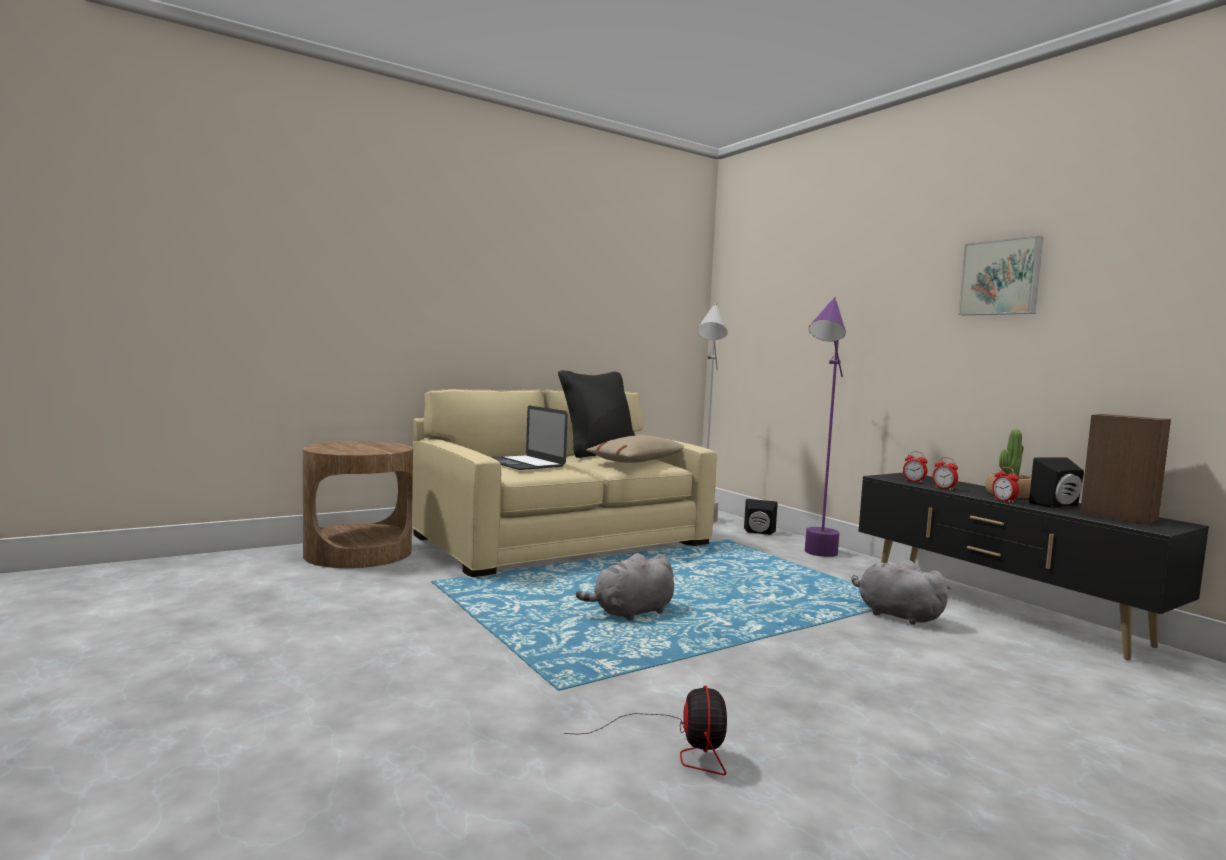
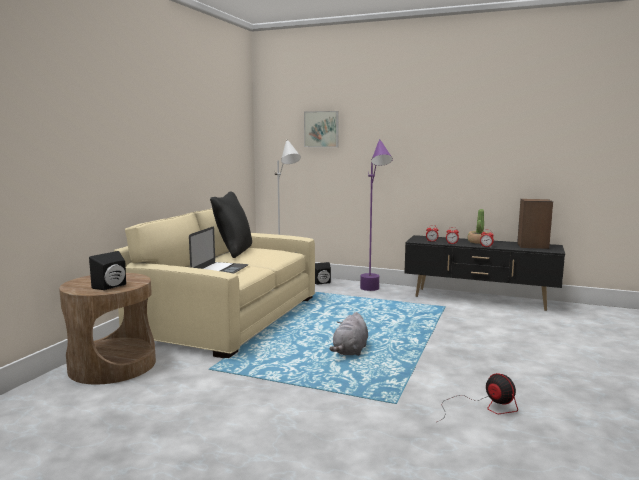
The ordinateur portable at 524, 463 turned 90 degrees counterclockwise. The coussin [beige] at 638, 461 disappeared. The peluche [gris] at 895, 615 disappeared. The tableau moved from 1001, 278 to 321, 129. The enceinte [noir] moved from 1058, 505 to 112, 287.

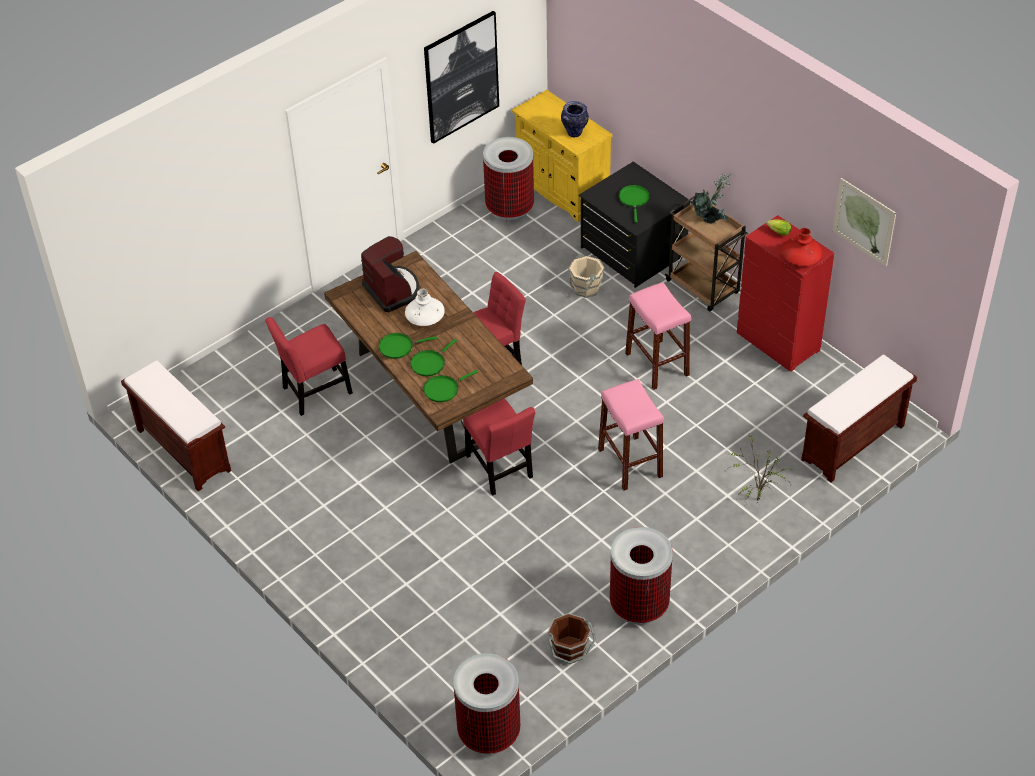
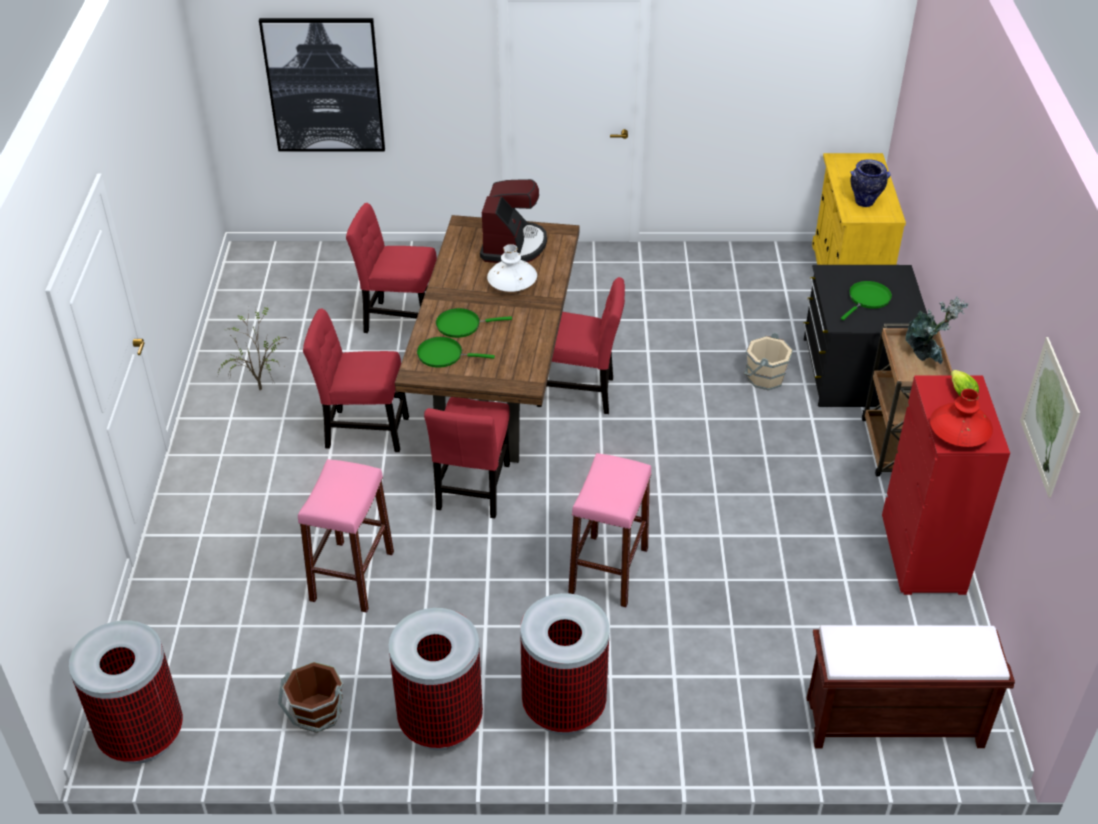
The banc [marron] at 182, 450 disappeared. The poêle [vert] at 399, 347 disappeared. The tableau moved from 461, 77 to 324, 85. The poubelle moved from 509, 208 to 564, 706. The tabouret [rose] moved from 657, 364 to 352, 576. The plante en pot moved from 756, 498 to 259, 387. The chaise [rouge] at 362, 431 appeared.

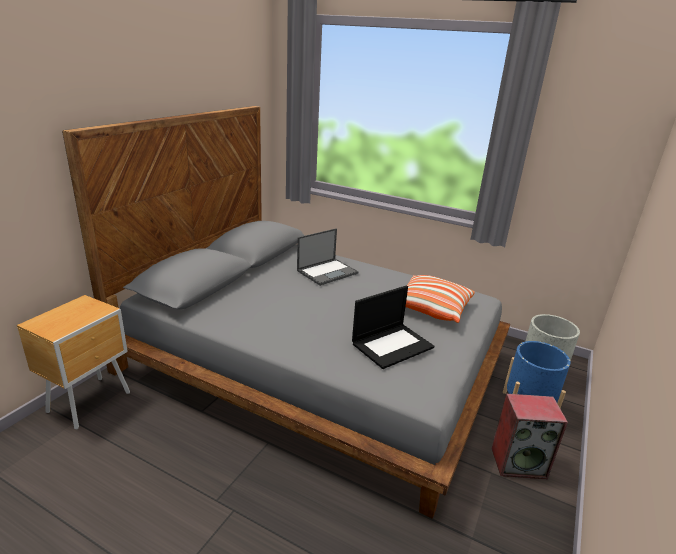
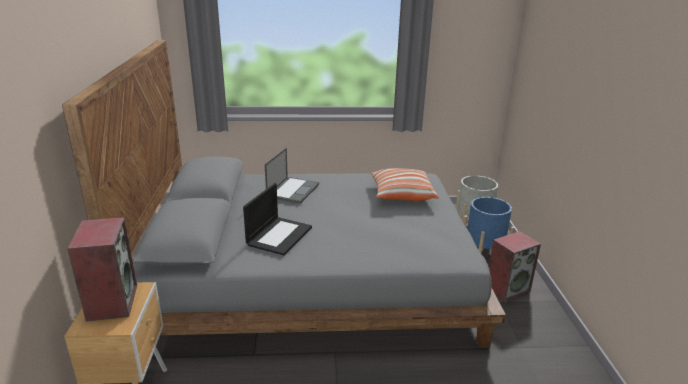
The ordinateur portable moved from 392, 345 to 279, 235. The enceinte at 112, 302 appeared.

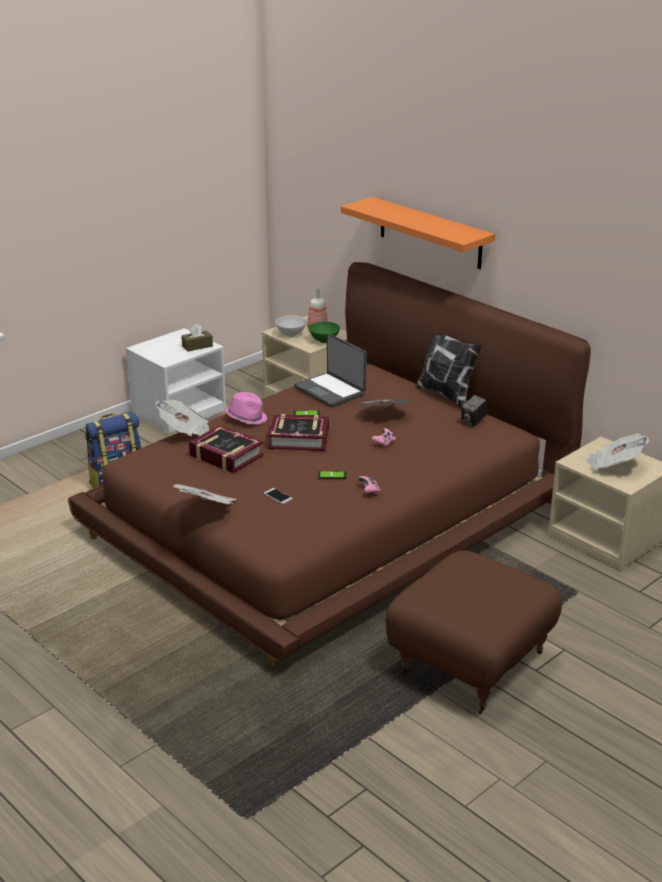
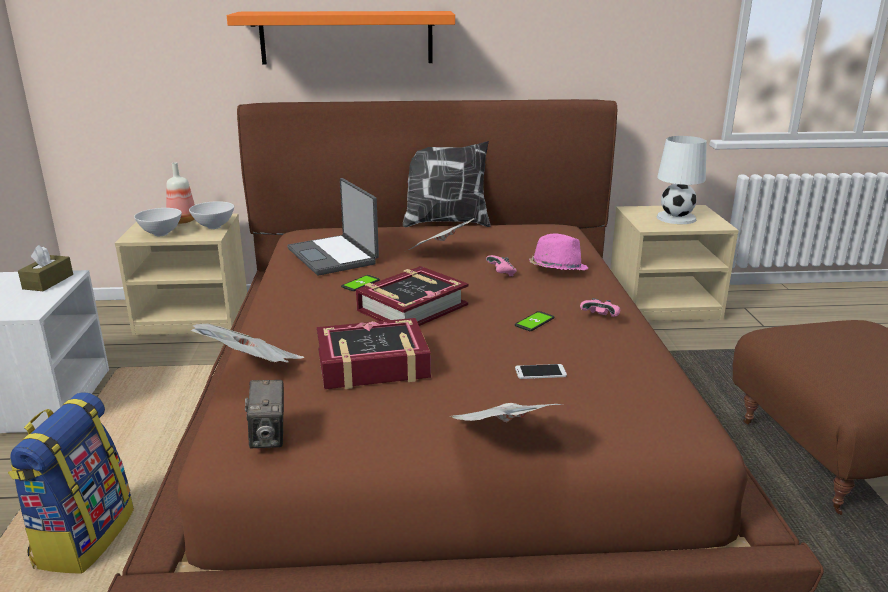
The chapeau [rose] moved from 246, 418 to 557, 269. The ordinateur portable at 330, 390 turned 60 degrees clockwise. The bol [vert] at 324, 341 became the bol [blanc] at 214, 227. The appareil photo moved from 473, 422 to 269, 437. The journal at 613, 465 was replaced by the lampe de table [blanc] at 676, 218.

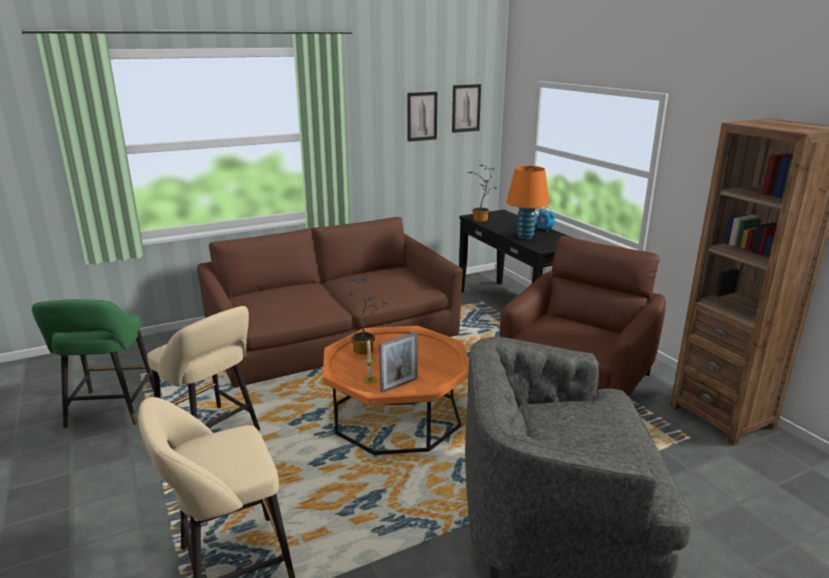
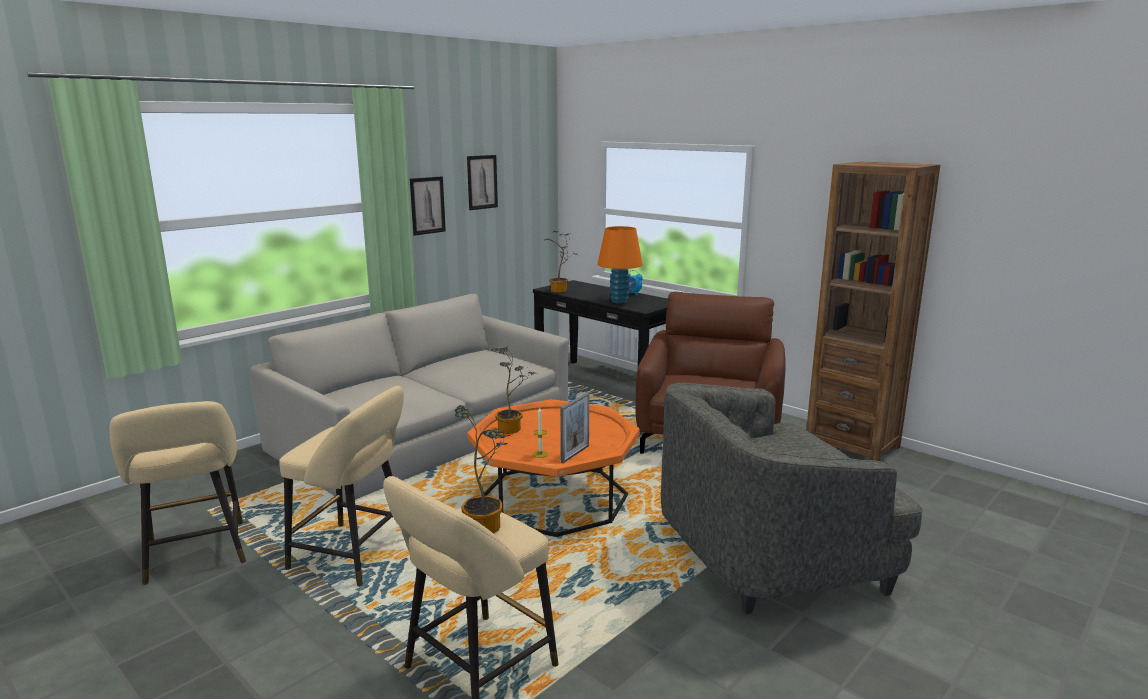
The tabouret [vert] at 110, 411 became the tabouret [beige] at 196, 555. The canapé [marron] at 333, 334 became the canapé [gris] at 424, 433. The tableau moved from 466, 108 to 427, 205. The plante en pot at 487, 525 appeared.

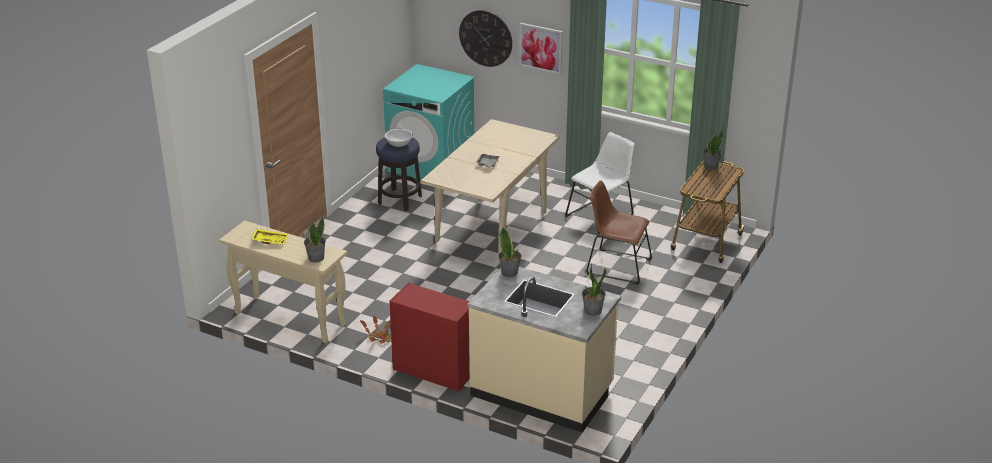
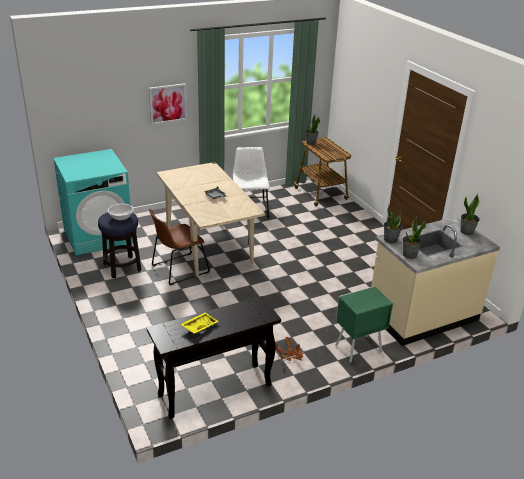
The table console [beige] at 289, 319 became the table console [noir] at 214, 391. The plante en pot moved from 316, 258 to 409, 255. The commode [rouge] at 433, 370 was replaced by the table de chevet [vert] at 357, 349. The horloge murale at 485, 38 disappeared. The chaise [marron] moved from 616, 266 to 178, 269.

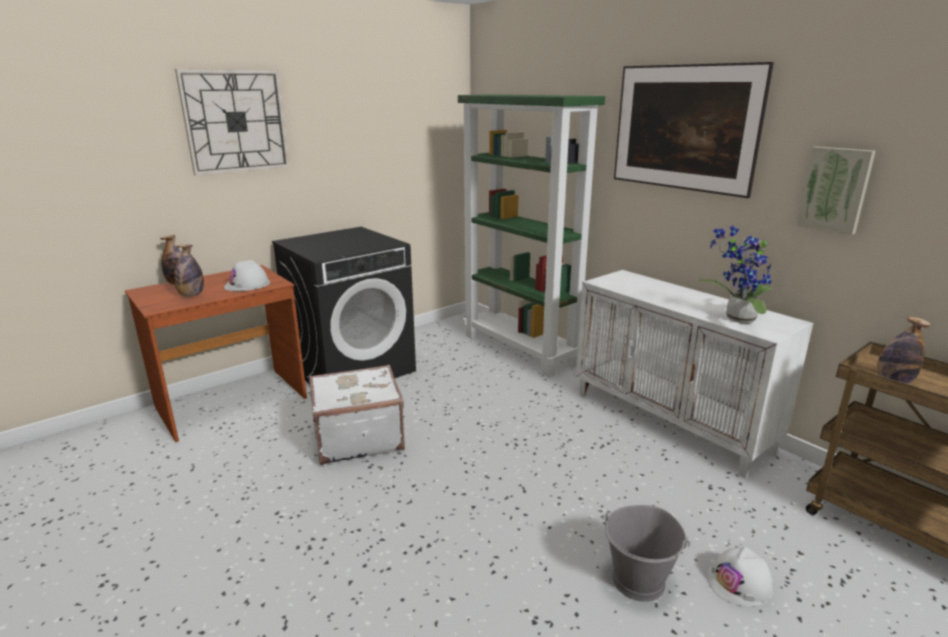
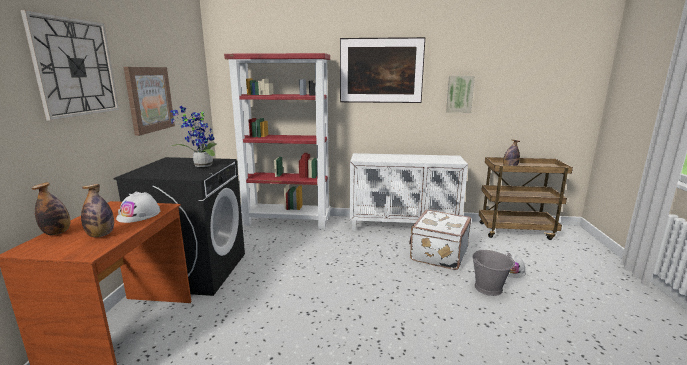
The valise [blanc] moved from 357, 437 to 438, 254. The bibliothèque [vert] at 520, 349 became the bibliothèque [rouge] at 288, 221. The plante en pot moved from 736, 319 to 201, 166. The tableau at 149, 99 appeared.

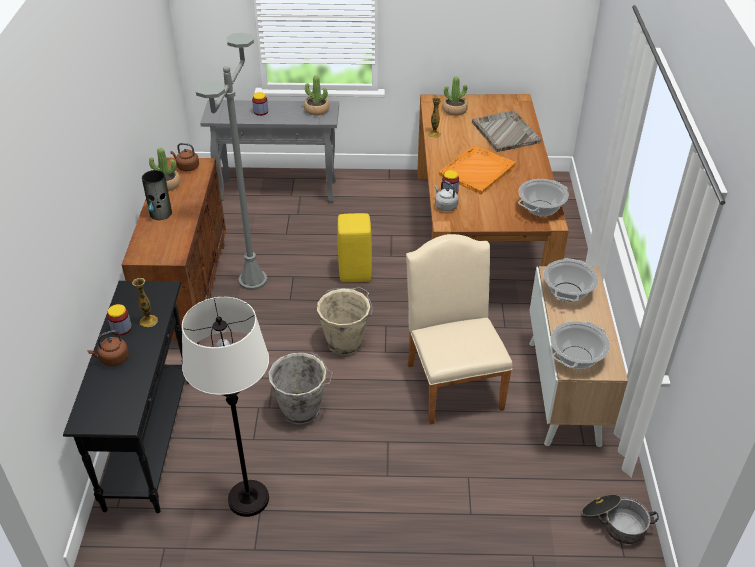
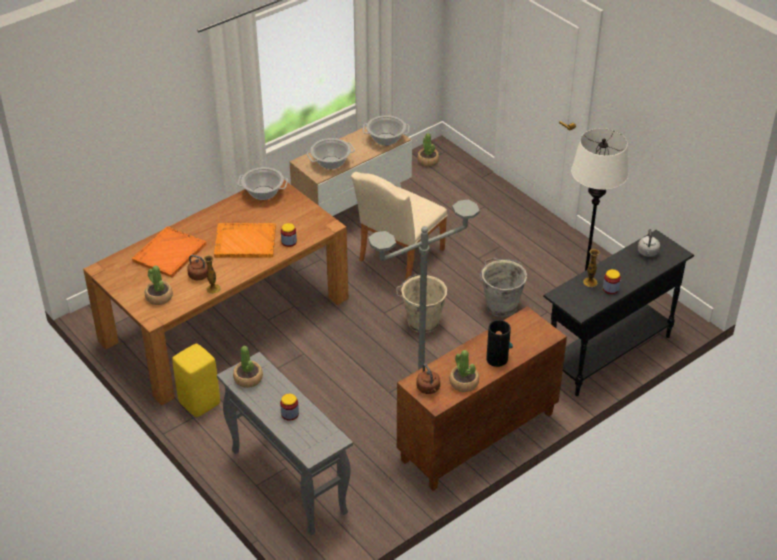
The bouilloire [marron] moved from 113, 359 to 200, 276. The tabouret [jaune] moved from 354, 273 to 199, 404. The bouilloire [gris] moved from 445, 206 to 647, 253. The plateau [gris] at 505, 132 became the plateau [orange] at 169, 253. The marmite at 615, 523 was replaced by the plante en pot at 428, 160.

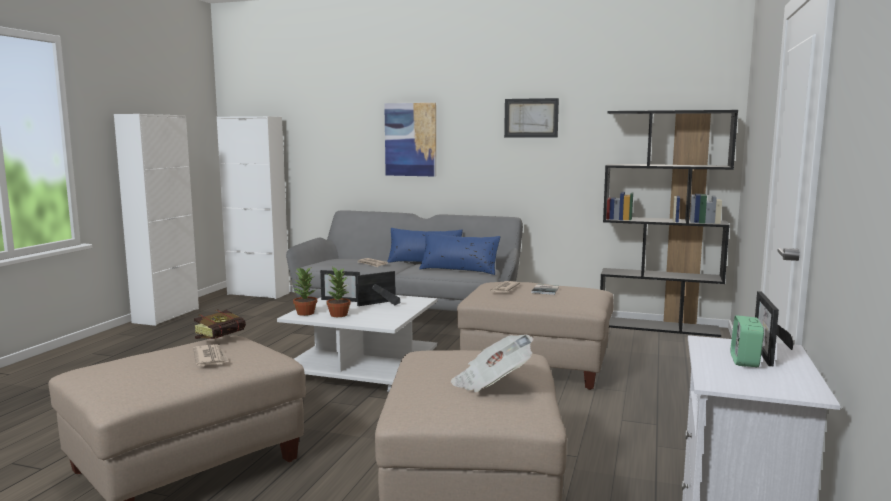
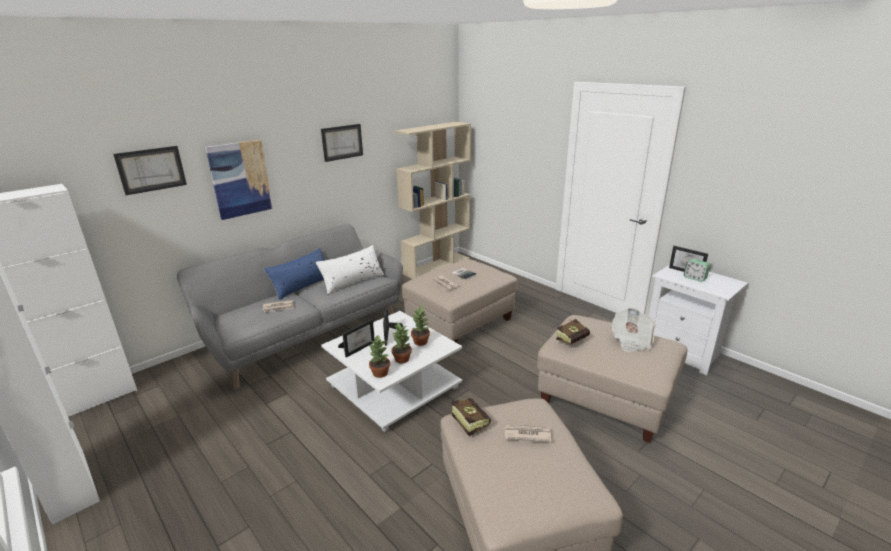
The coussin [bleu] at 459, 270 became the coussin [blanc] at 352, 281. The bibliothèque [noir] at 659, 327 became the bibliothèque [beige] at 437, 266. The tableau at 151, 169 appeared. The plante en pot at 421, 342 appeared. The livre at 574, 340 appeared.

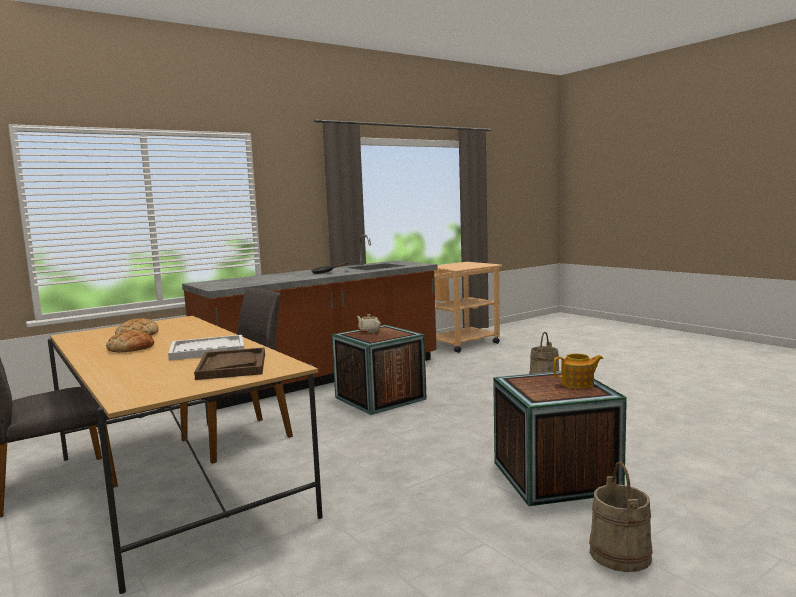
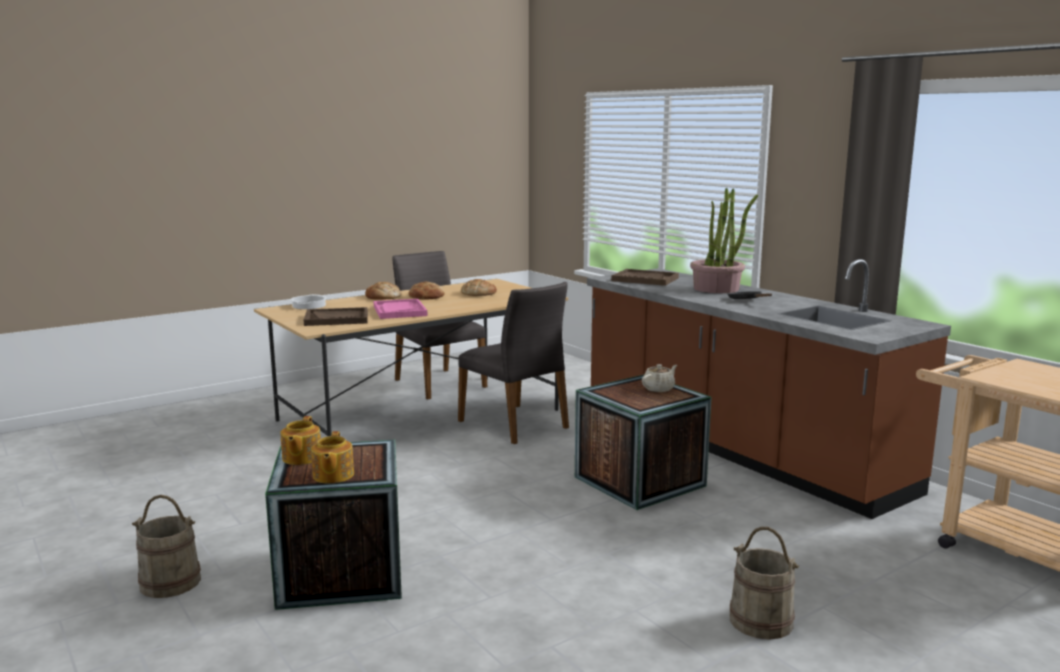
The plateau [blanc] at 207, 350 became the plateau [rose] at 399, 311. The théière at 301, 458 appeared. The marmite at 308, 306 appeared. The pain at 383, 297 appeared. The plateau [marron] at 645, 279 appeared. The plante en pot at 716, 289 appeared.

